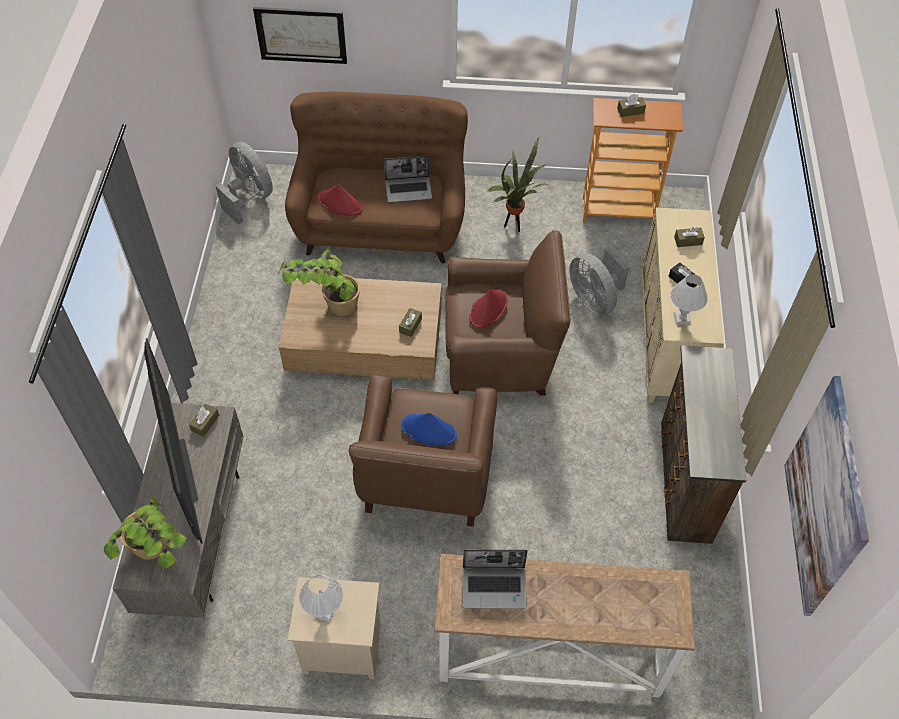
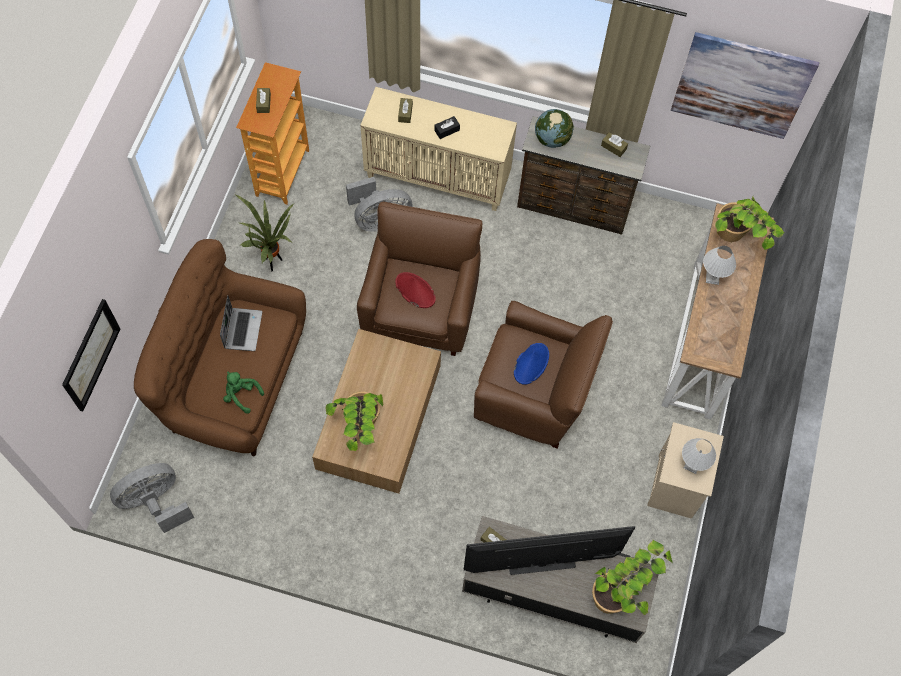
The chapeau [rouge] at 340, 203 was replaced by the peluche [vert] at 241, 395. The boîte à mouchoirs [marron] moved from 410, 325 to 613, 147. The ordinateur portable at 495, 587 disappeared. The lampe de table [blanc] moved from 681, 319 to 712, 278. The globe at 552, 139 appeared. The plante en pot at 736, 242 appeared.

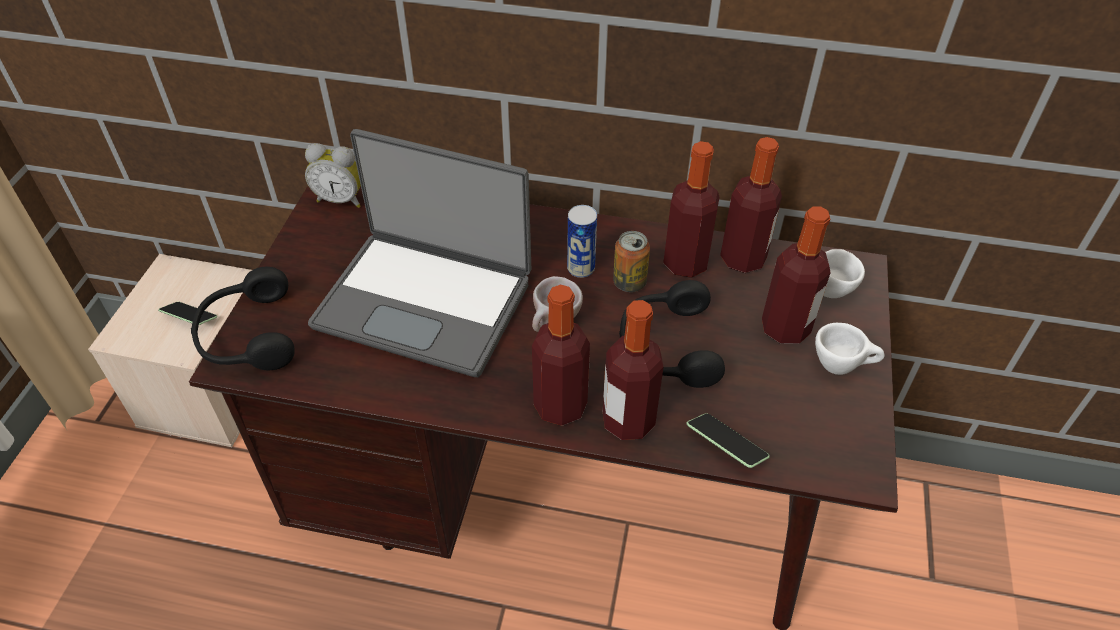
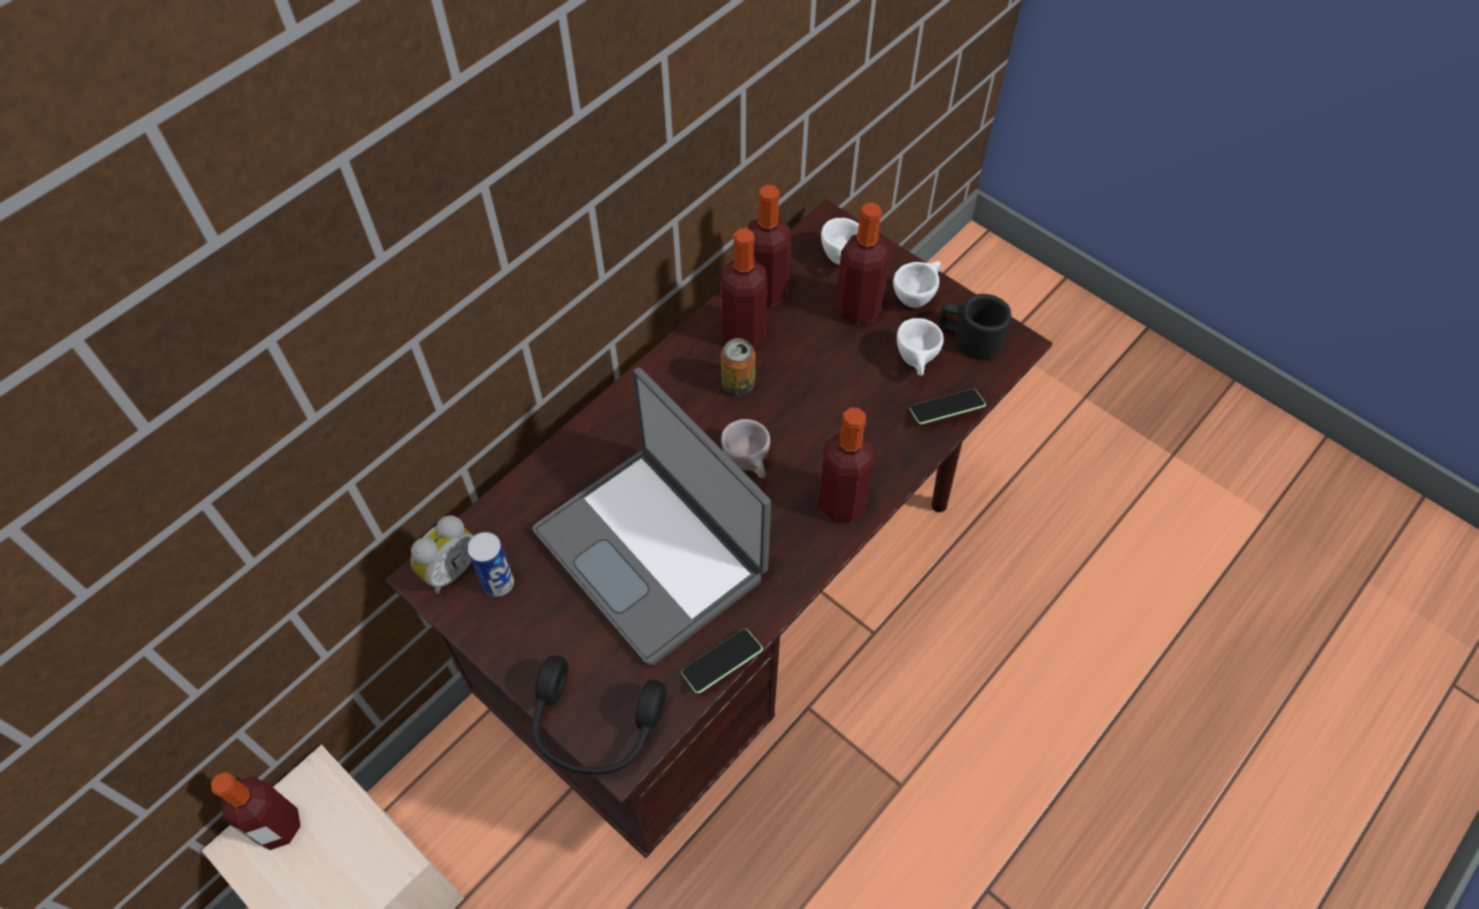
The téléphone moved from 190, 318 to 722, 665. The ordinateur portable at 425, 301 turned 90 degrees clockwise. The boîte métallique moved from 581, 268 to 498, 583. The bouteille moved from 628, 421 to 278, 826. The casque audio [noir] at 666, 347 disappeared. The tasse [blanc] at 917, 363 appeared. The mug [noir] at 969, 338 appeared.

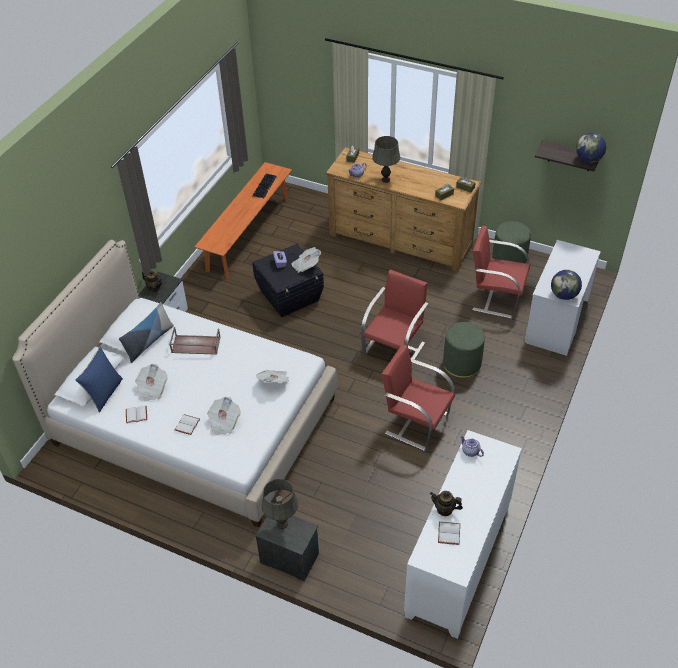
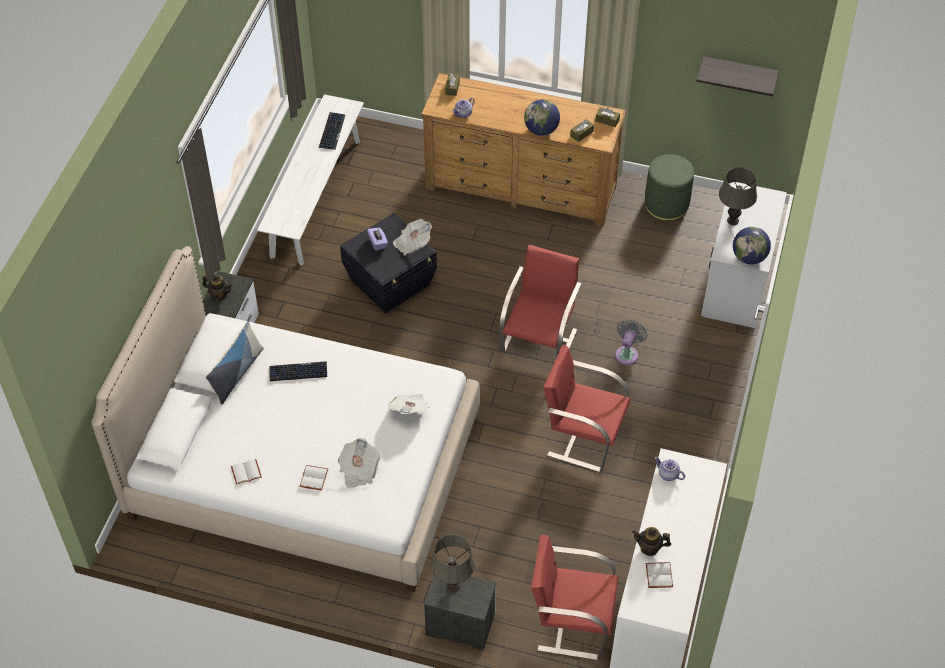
The coussin [bleu] at 104, 393 disappeared. The journal at 152, 389 disappeared. The plateau [marron] at 195, 345 was replaced by the clavier at 298, 372. The banc [orange] at 248, 234 became the banc [blanc] at 316, 197. The lampe de table [gris] moved from 386, 180 to 733, 220. The pouf [vert] at 461, 364 was replaced by the ventilateur [gris] at 627, 353. The chaise [rouge] moved from 496, 298 to 571, 622. The globe moved from 588, 159 to 541, 130.

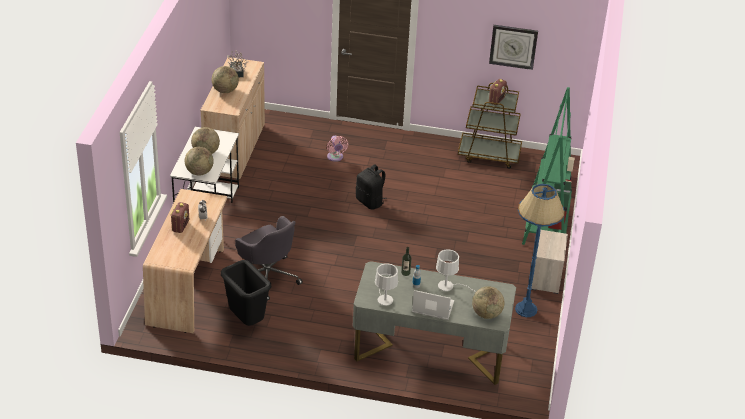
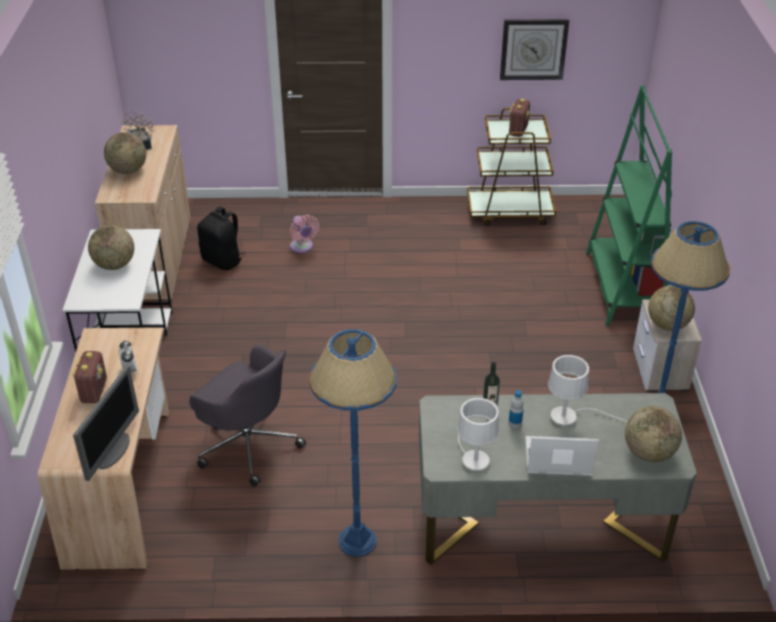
The globe moved from 199, 172 to 667, 325. The poubelle [noir] at 246, 321 disappeared. The sac à dos [noir] moved from 370, 202 to 223, 261. The écran d'ordinateur at 113, 451 appeared. The lampadaire [bleu] at 357, 540 appeared.

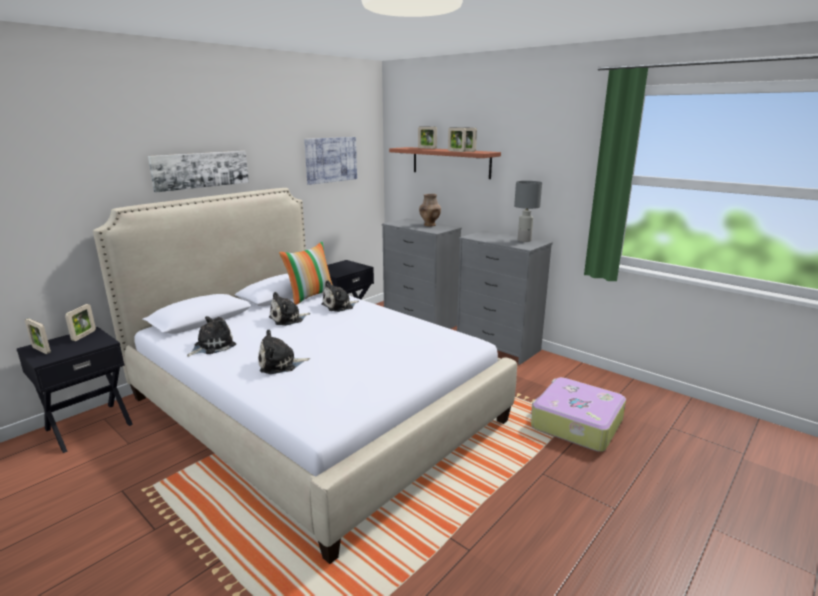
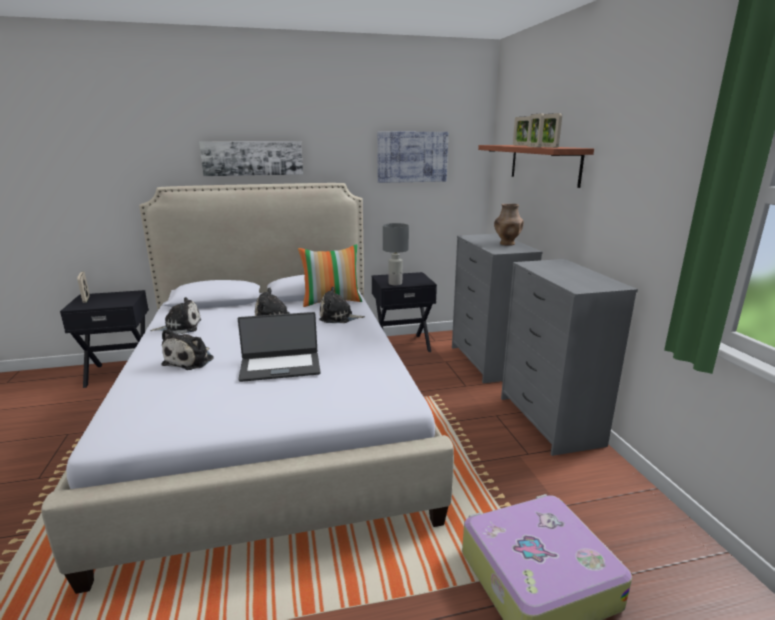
The cadre photo at 84, 335 disappeared. The peluche at 280, 364 turned 90 degrees counterclockwise. The lampe de table [gris] moved from 524, 240 to 395, 283. The ordinateur portable at 280, 366 appeared.

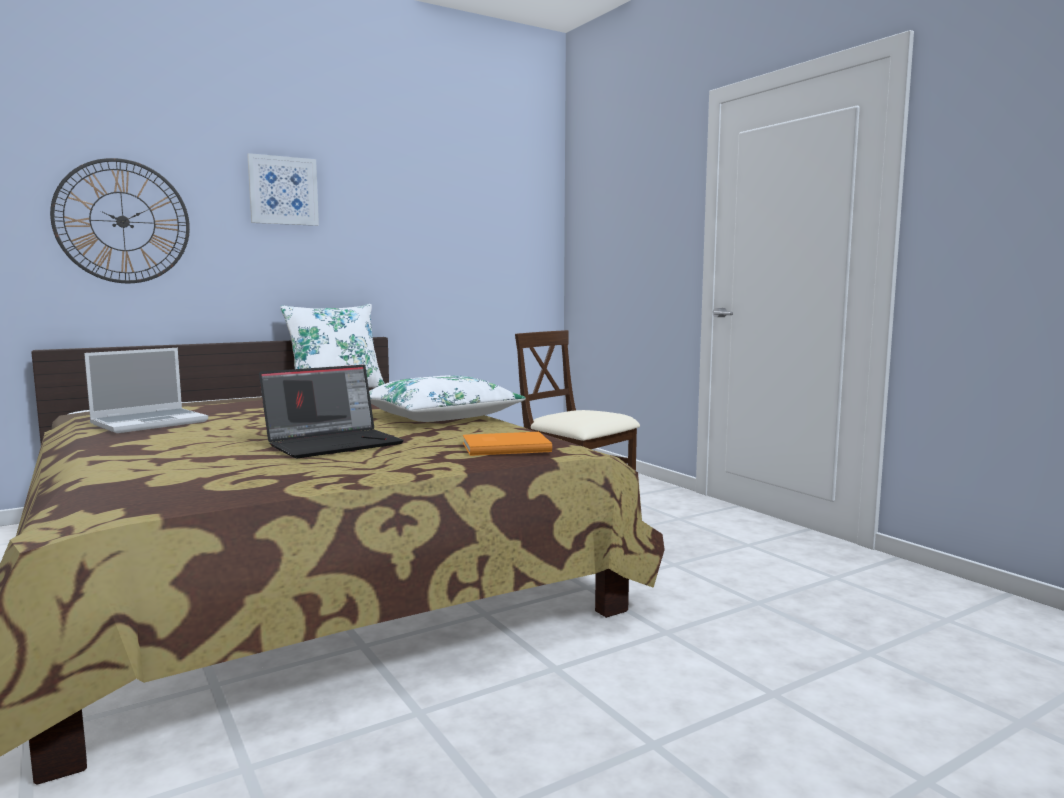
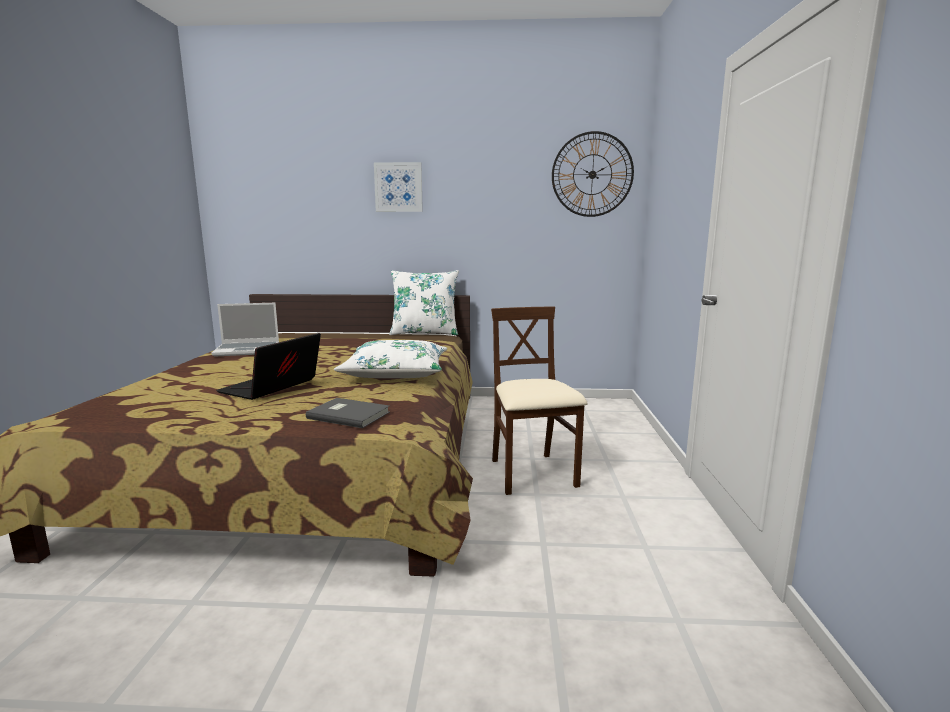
The horloge murale moved from 122, 221 to 592, 174. The ordinateur portable at 334, 443 turned 120 degrees clockwise. The livre [orange] at 504, 447 became the livre [gris] at 349, 414.

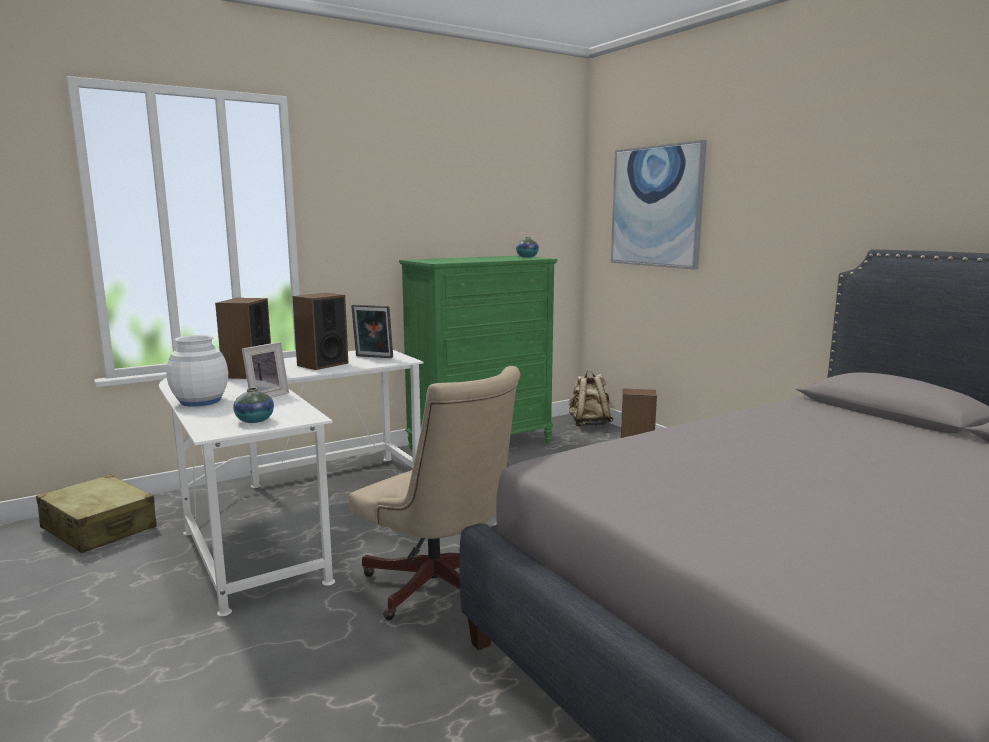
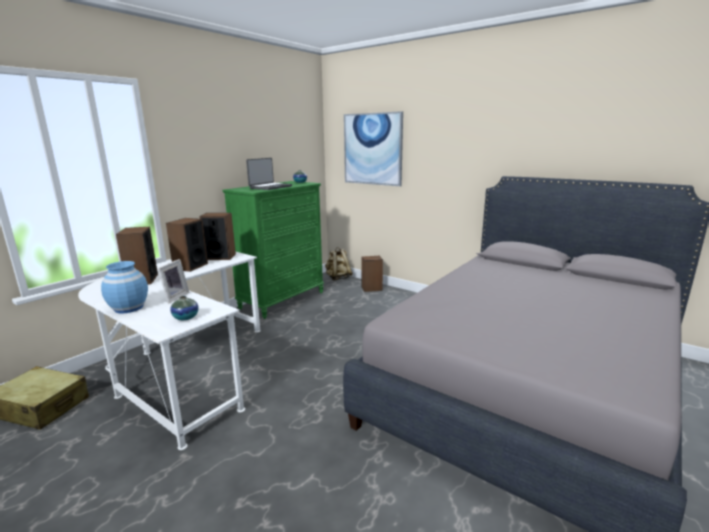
The vase [blanc] at 200, 401 became the vase [bleu] at 128, 308. The chaise de bureau [beige] at 440, 589 disappeared. The cadre photo at 373, 357 was replaced by the enceinte at 220, 257. The ordinateur portable at 270, 187 appeared.

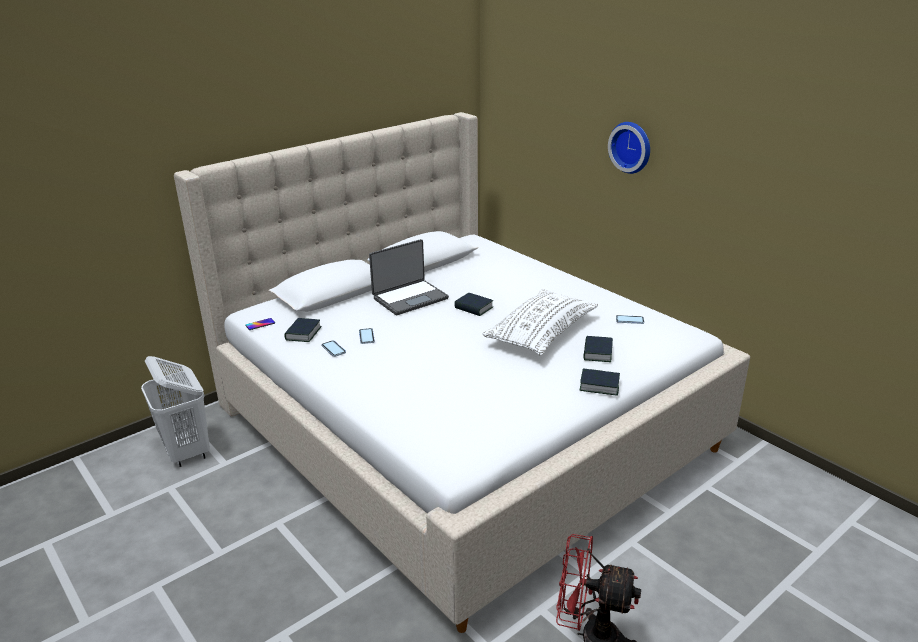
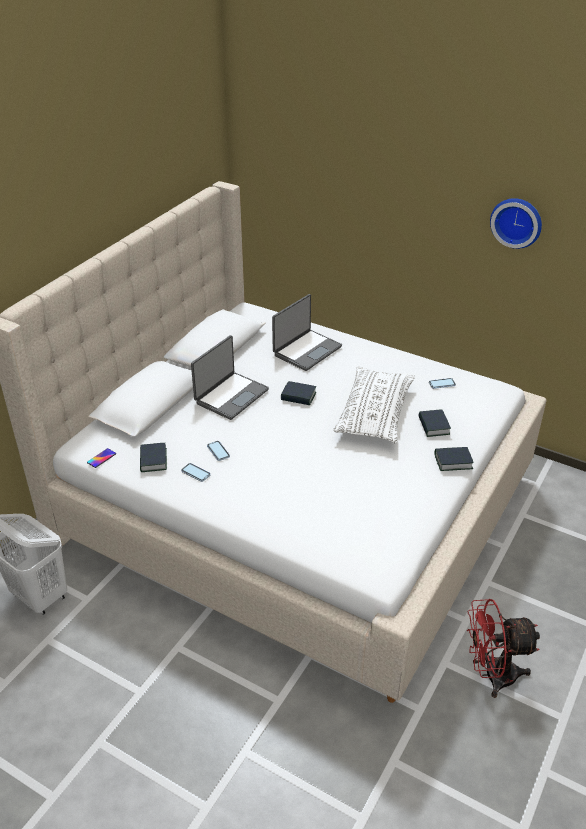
The horloge murale moved from 632, 147 to 517, 221. The ordinateur portable at 306, 350 appeared.

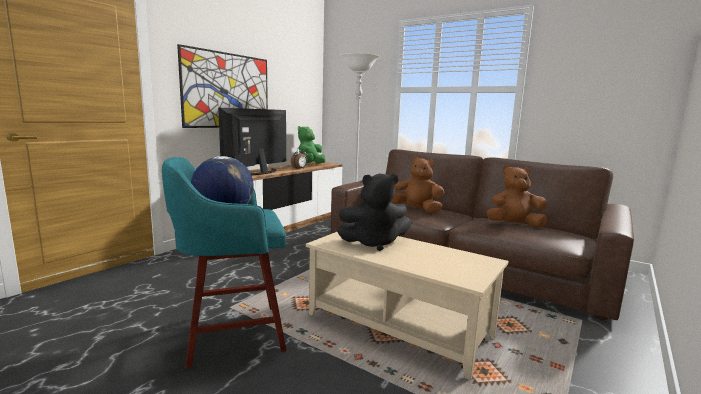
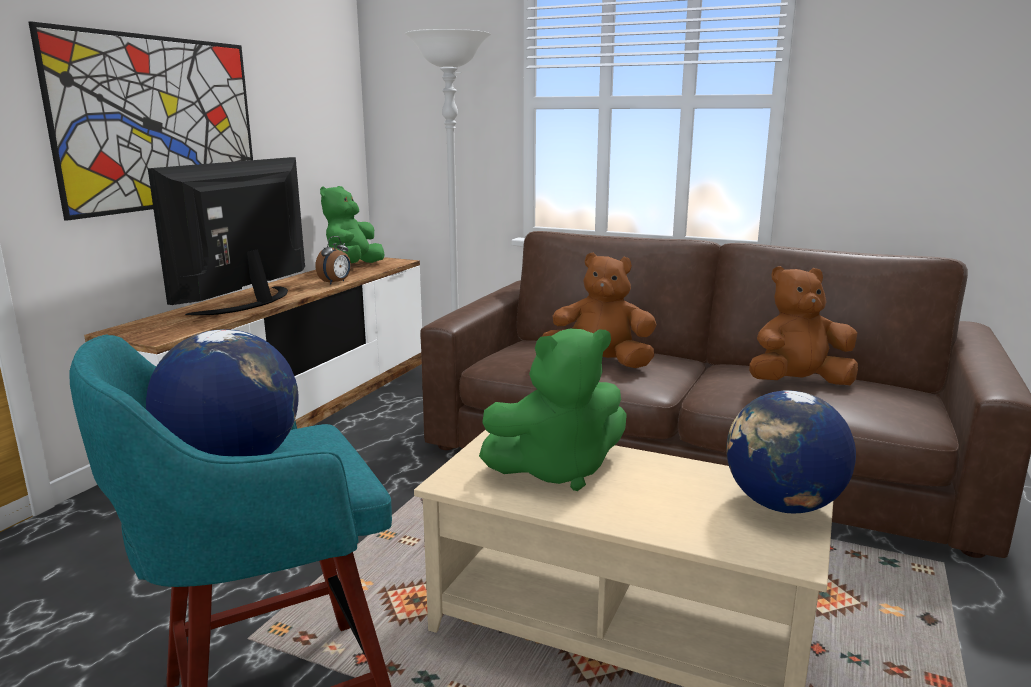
The peluche [noir] at 374, 243 became the peluche [vert] at 557, 470. The globe at 782, 505 appeared.

